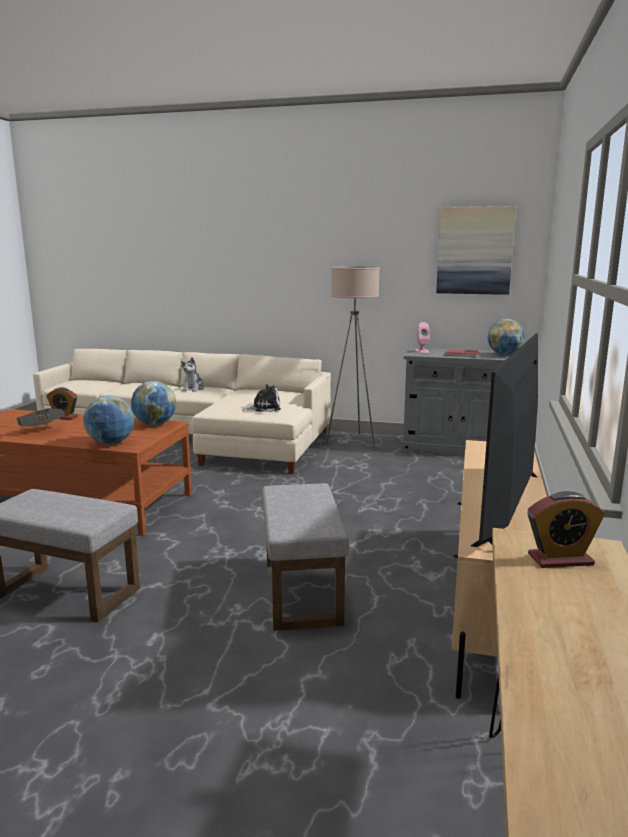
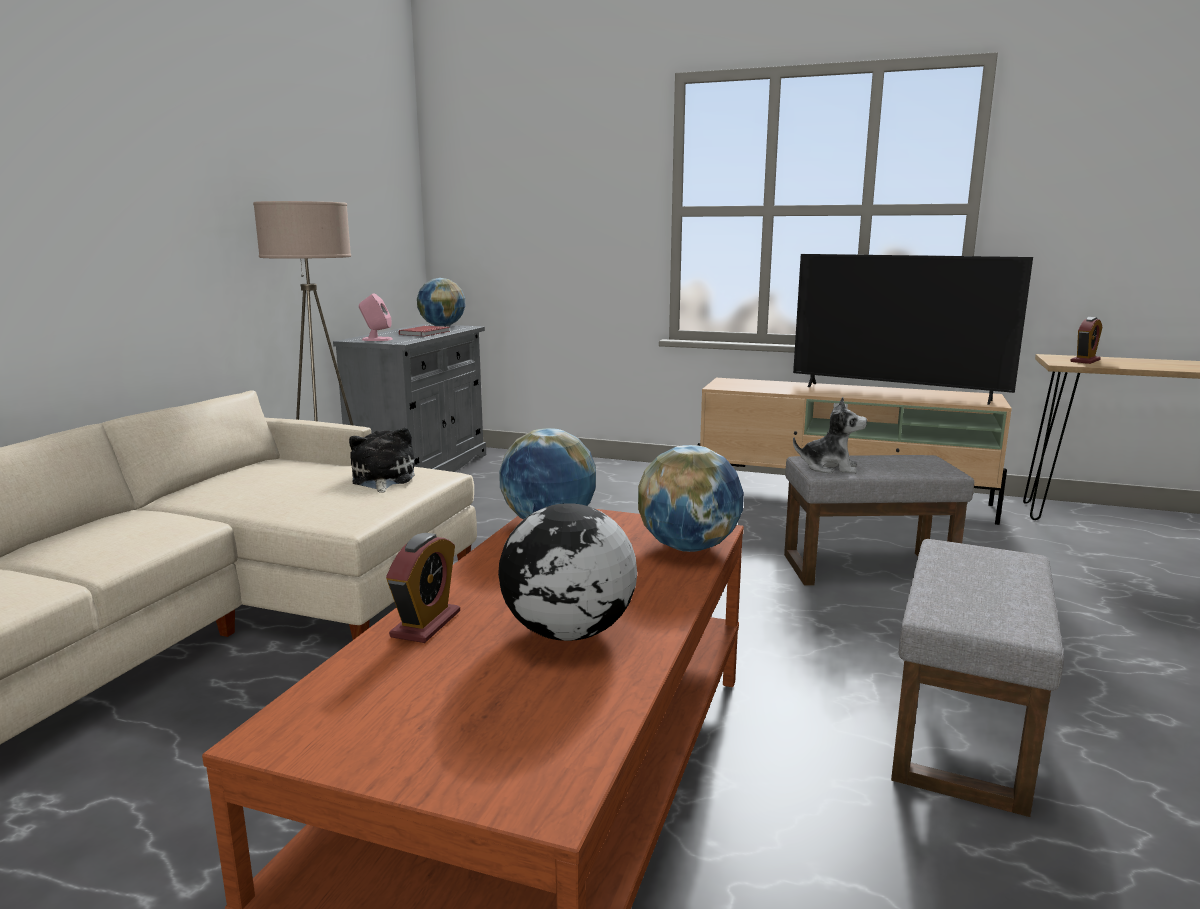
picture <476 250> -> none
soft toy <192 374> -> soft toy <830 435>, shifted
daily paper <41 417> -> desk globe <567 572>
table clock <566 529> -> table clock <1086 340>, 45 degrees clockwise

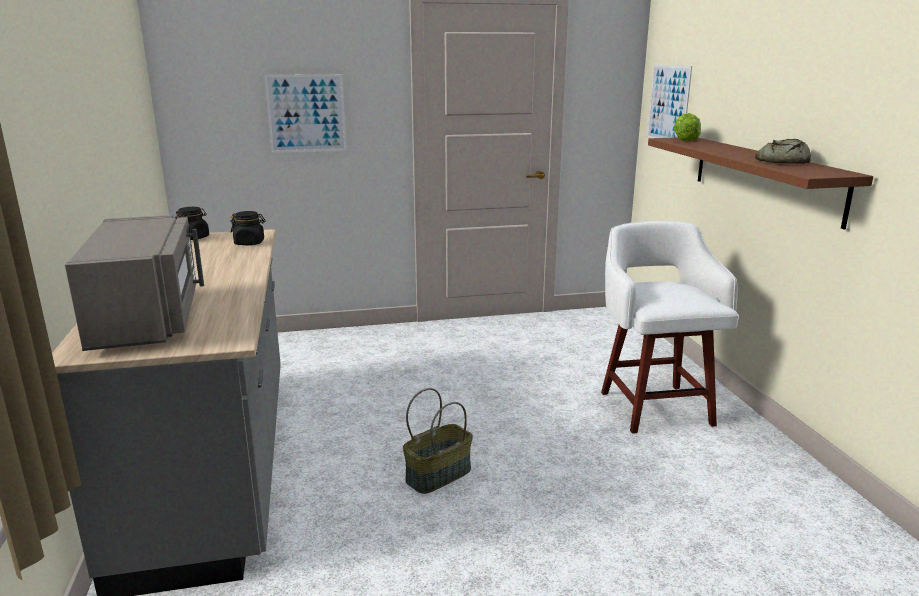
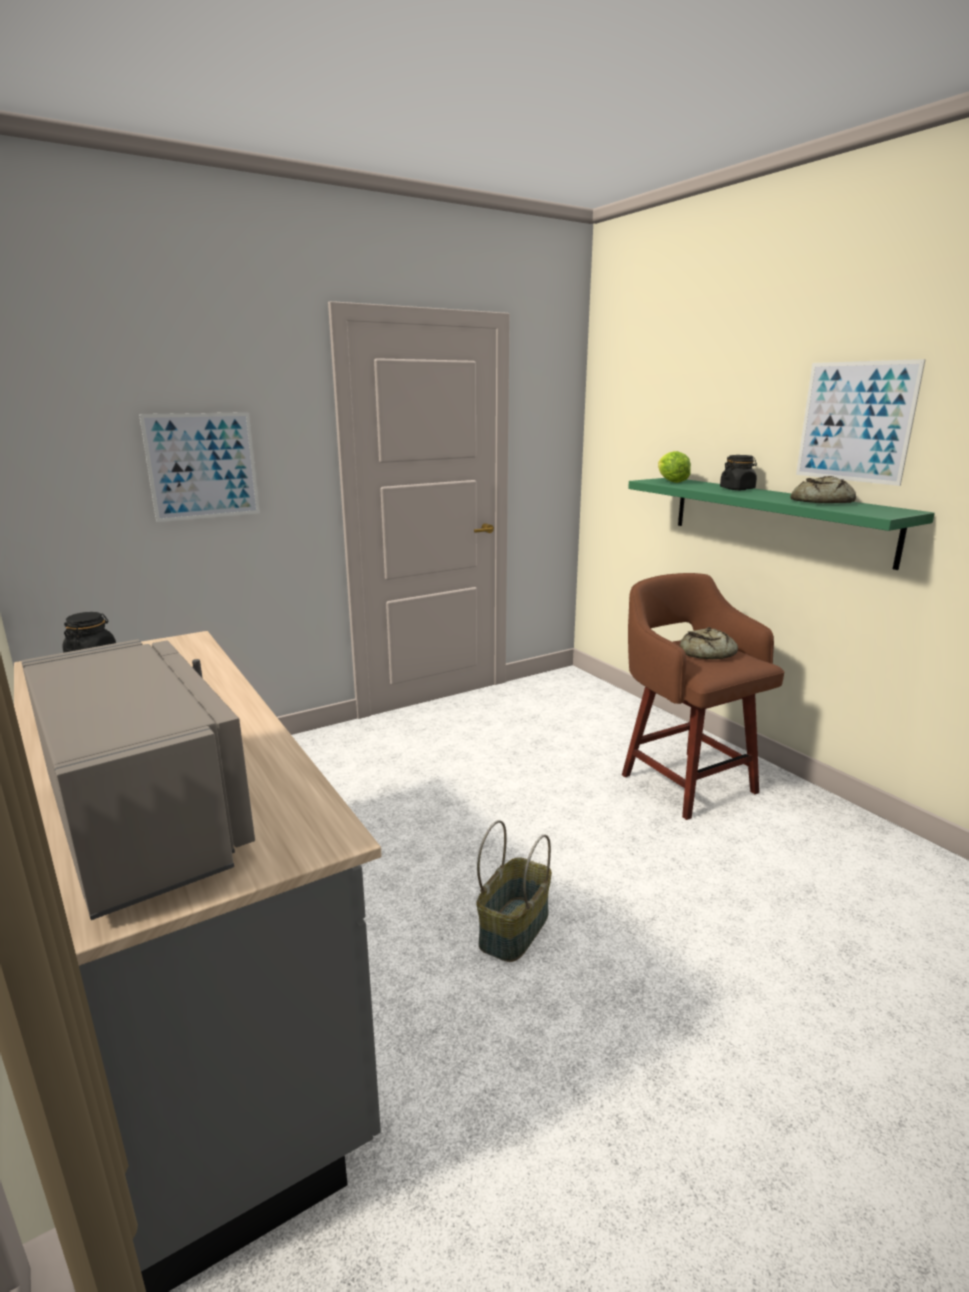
none -> bakery bread <709 643>
jar in blackish <248 228> -> jar in blackish <738 472>, shifted
picture <669 101> -> picture <861 422>, shifted
stool in white <670 327> -> stool in brown-coloured <703 696>
shelf in brown-coloured <760 183> -> shelf in green-coloured <781 524>

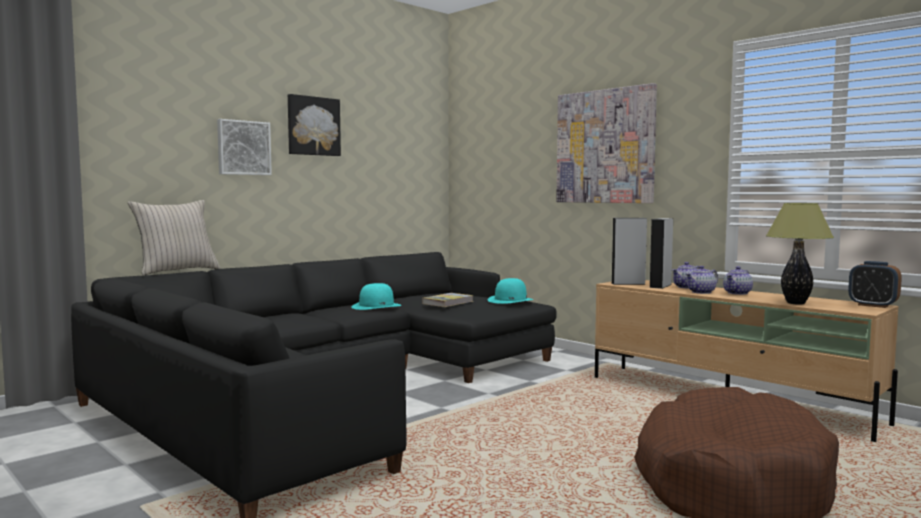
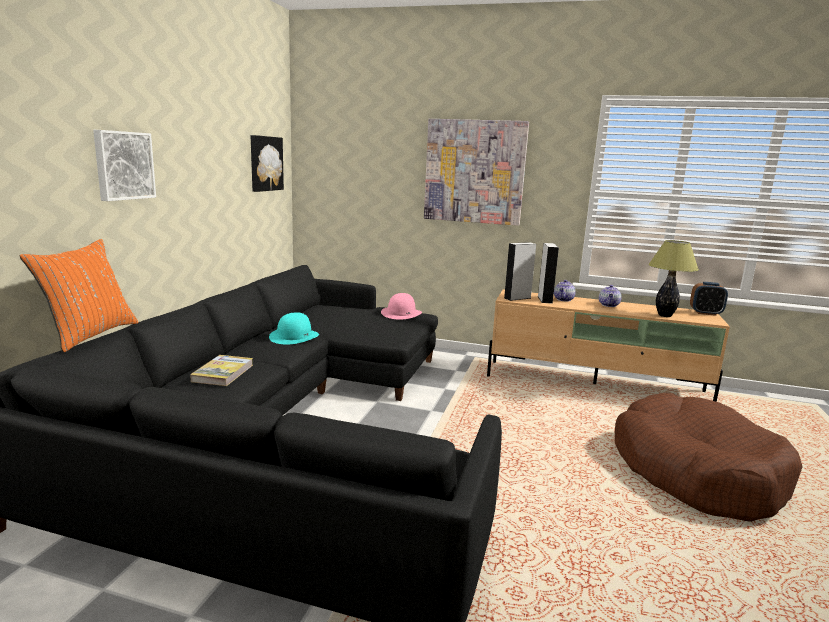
tea pot <701 280> -> none
picture <314 125> -> picture <267 163>, shifted
bound book <448 300> -> bound book <221 370>, shifted
pillow in sand-coloured <174 237> -> pillow in orangey <78 295>
clothing hat in turquoise <511 291> -> clothing hat in pink <401 306>

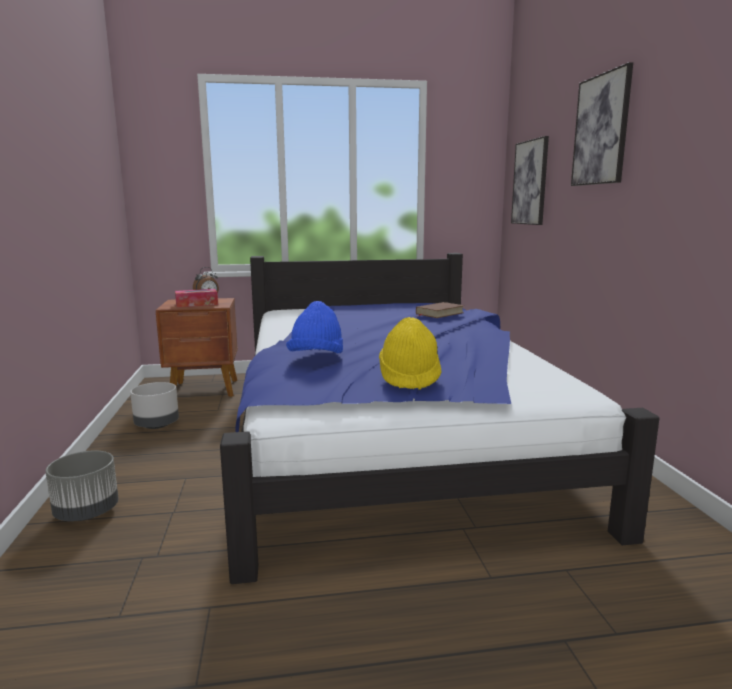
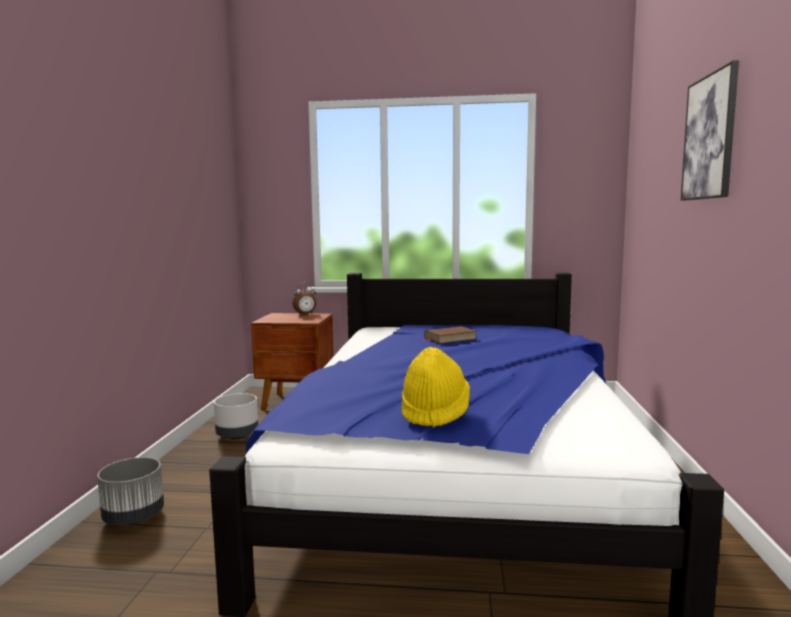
box of tissues <196 298> -> none
clothing hat in blue <314 327> -> none
picture <530 180> -> none
bound book in brown-coloured <440 310> -> bound book in brown-coloured <449 335>, shifted

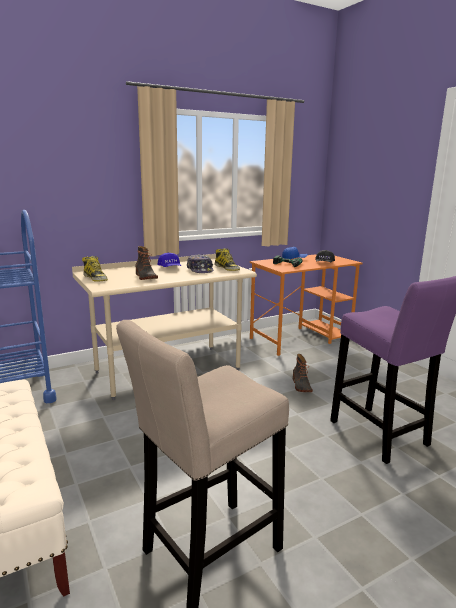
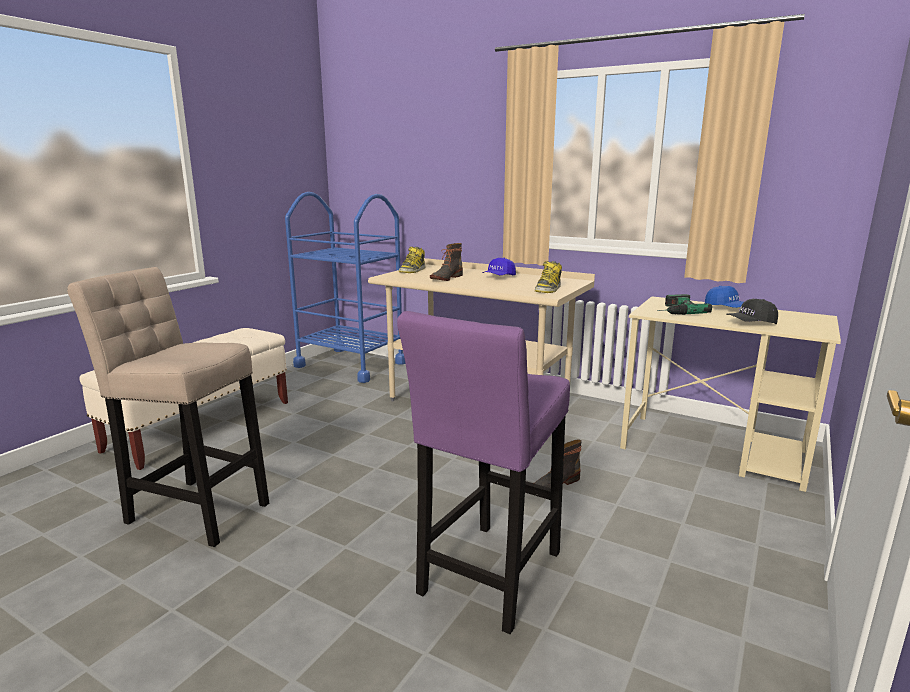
cap <200 263> -> none
desk unit in orangey <306 305> -> desk unit in sand-coloured <730 394>

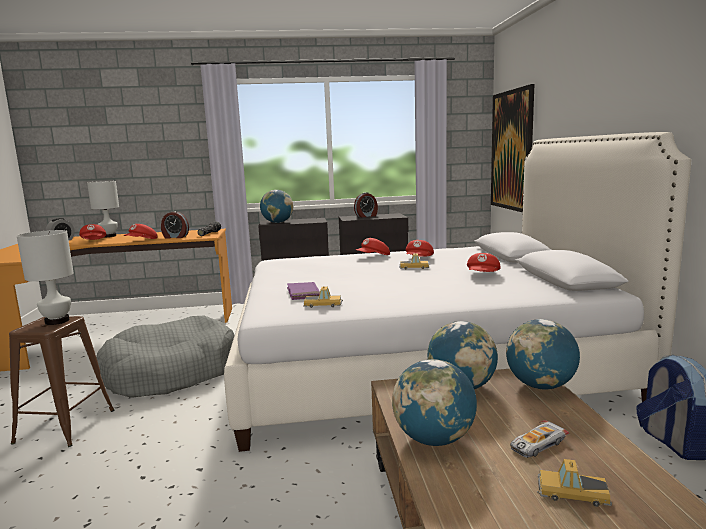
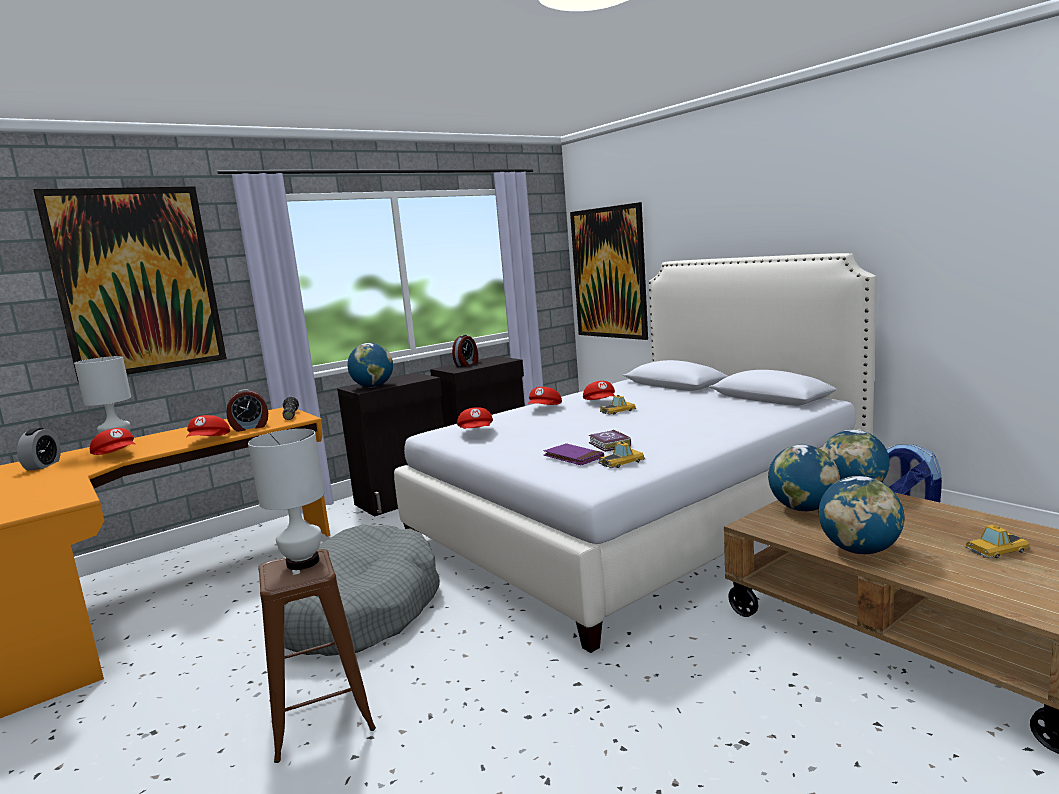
model car <539 439> -> none
none -> picture <130 284>
none -> bound book <610 440>
cap in red-coloured <484 262> -> cap in red-coloured <475 418>, shifted

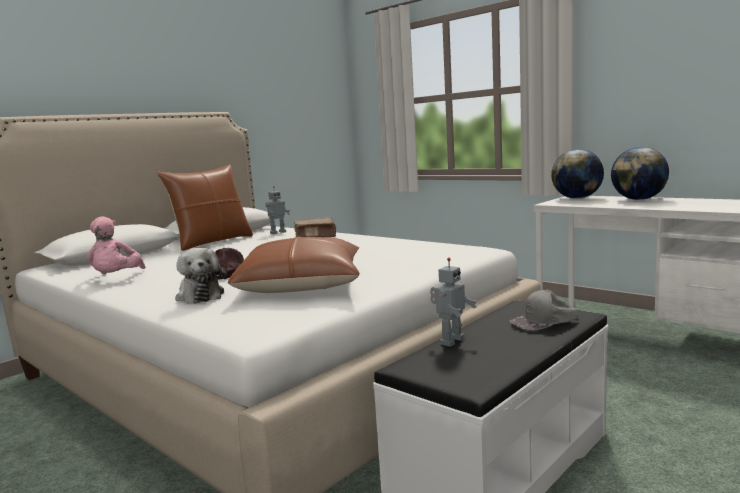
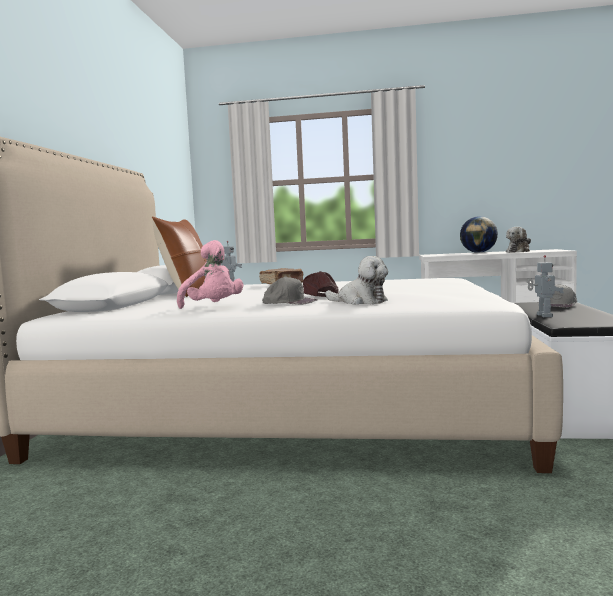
pillow in brown-coloured <294 265> -> none
desk globe <577 174> -> none
none -> cap in grey <290 291>
none -> soft toy <518 240>

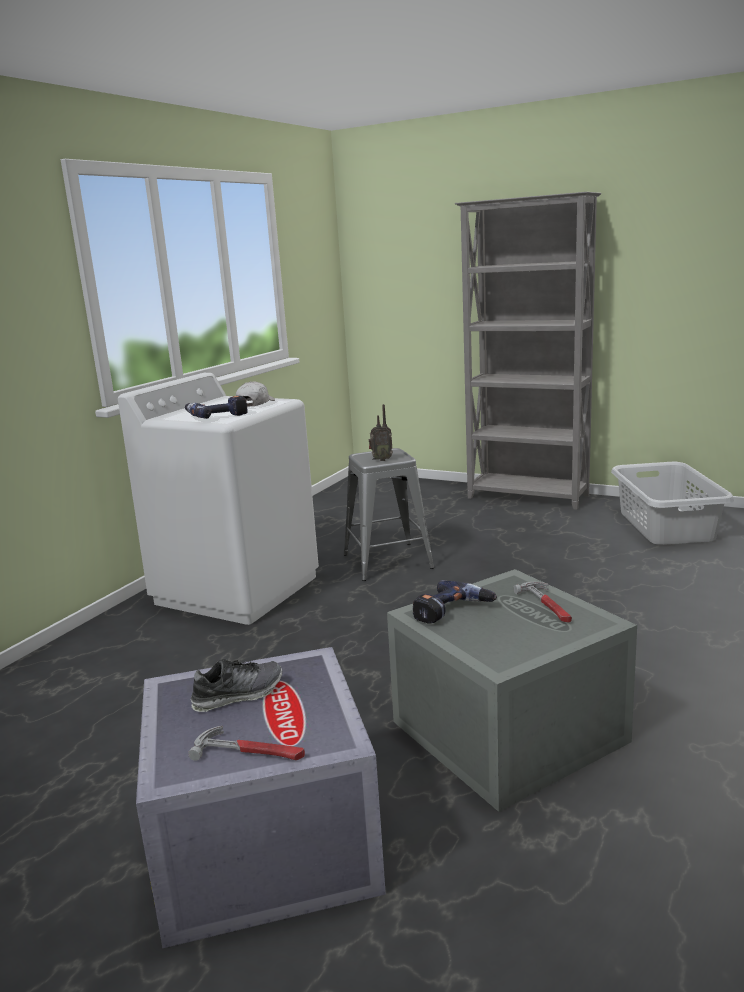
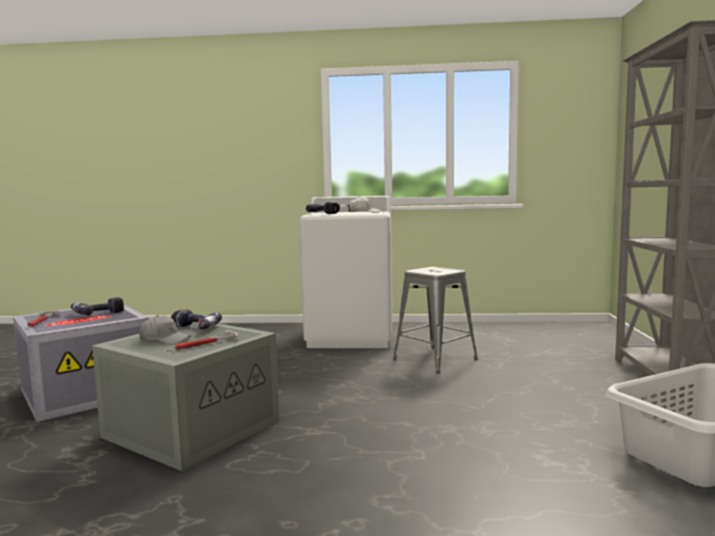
radio set <380 432> -> none
none -> cap in grey <165 329>
item of footwear <236 685> -> electric drill <97 306>

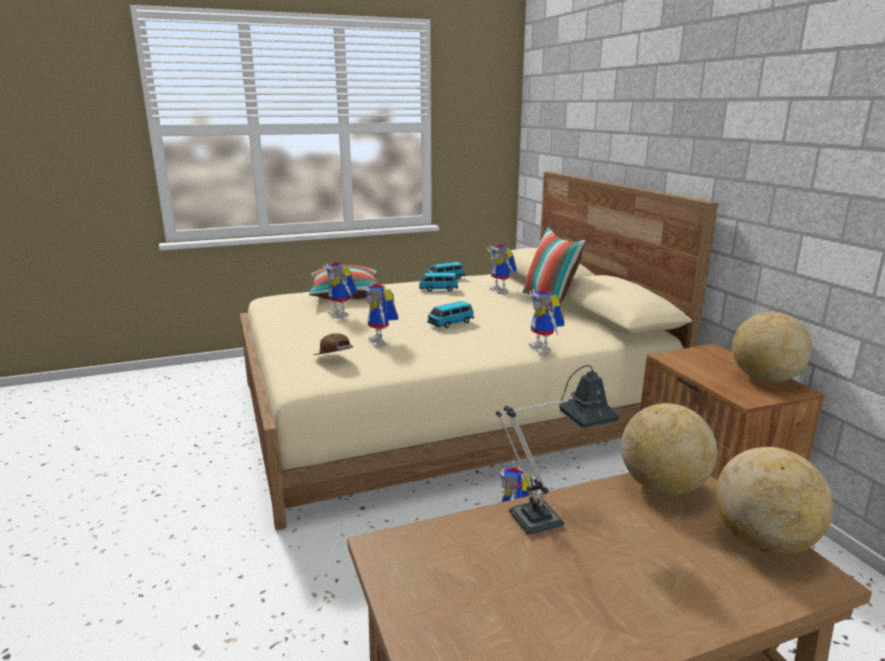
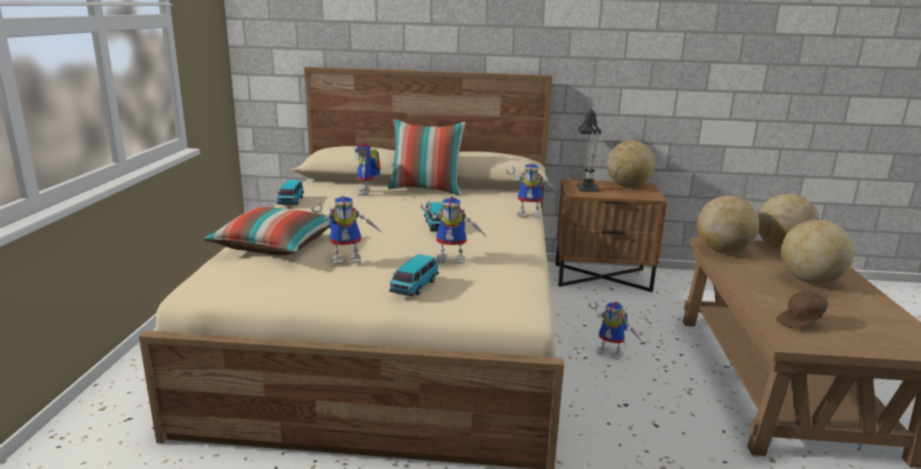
none -> desk globe <817 252>
cap in brown-coloured <333 344> -> cap in brown-coloured <802 309>, shifted
model car <438 282> -> model car <414 275>, shifted
lamp for a table <558 450> -> lamp for a table <589 149>, shifted
toy robot <502 269> -> toy robot <367 170>, 90 degrees clockwise

